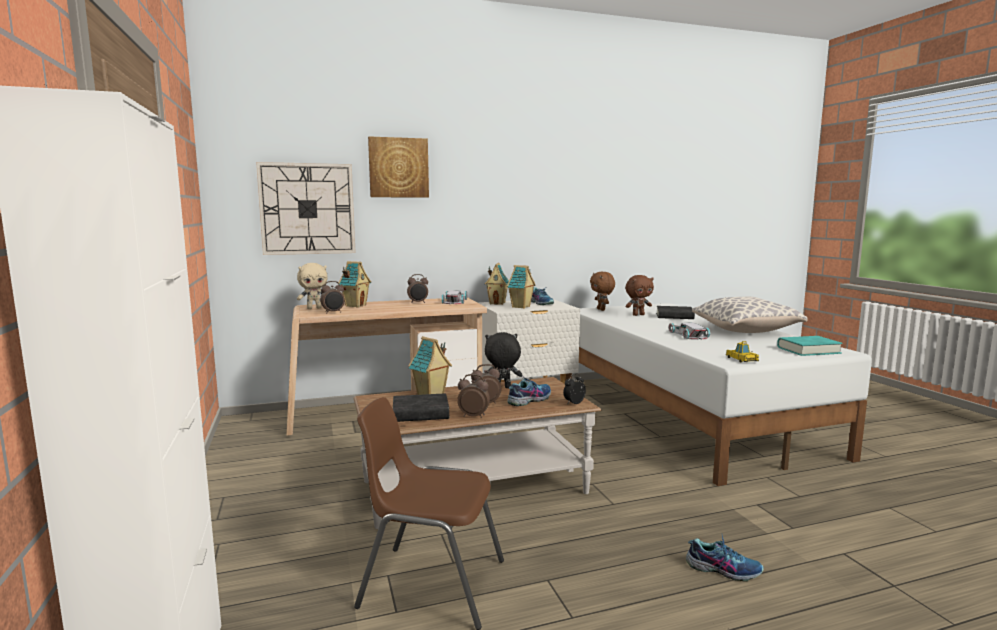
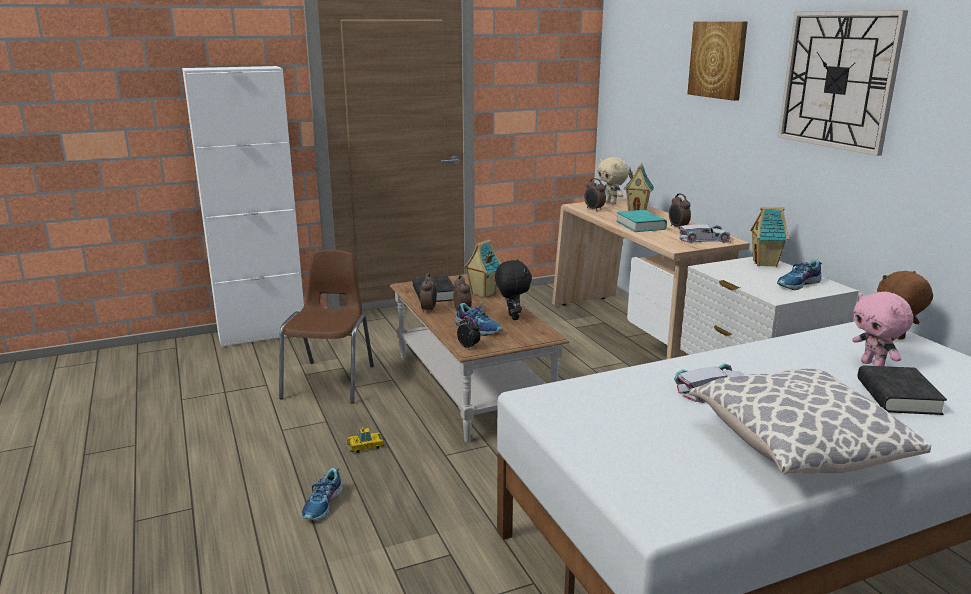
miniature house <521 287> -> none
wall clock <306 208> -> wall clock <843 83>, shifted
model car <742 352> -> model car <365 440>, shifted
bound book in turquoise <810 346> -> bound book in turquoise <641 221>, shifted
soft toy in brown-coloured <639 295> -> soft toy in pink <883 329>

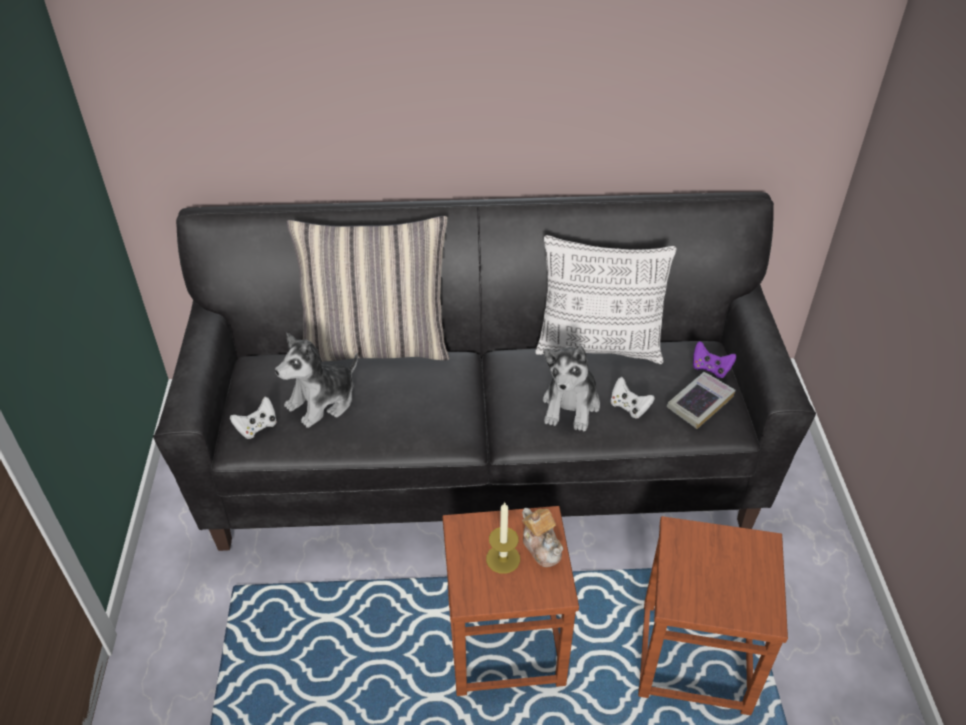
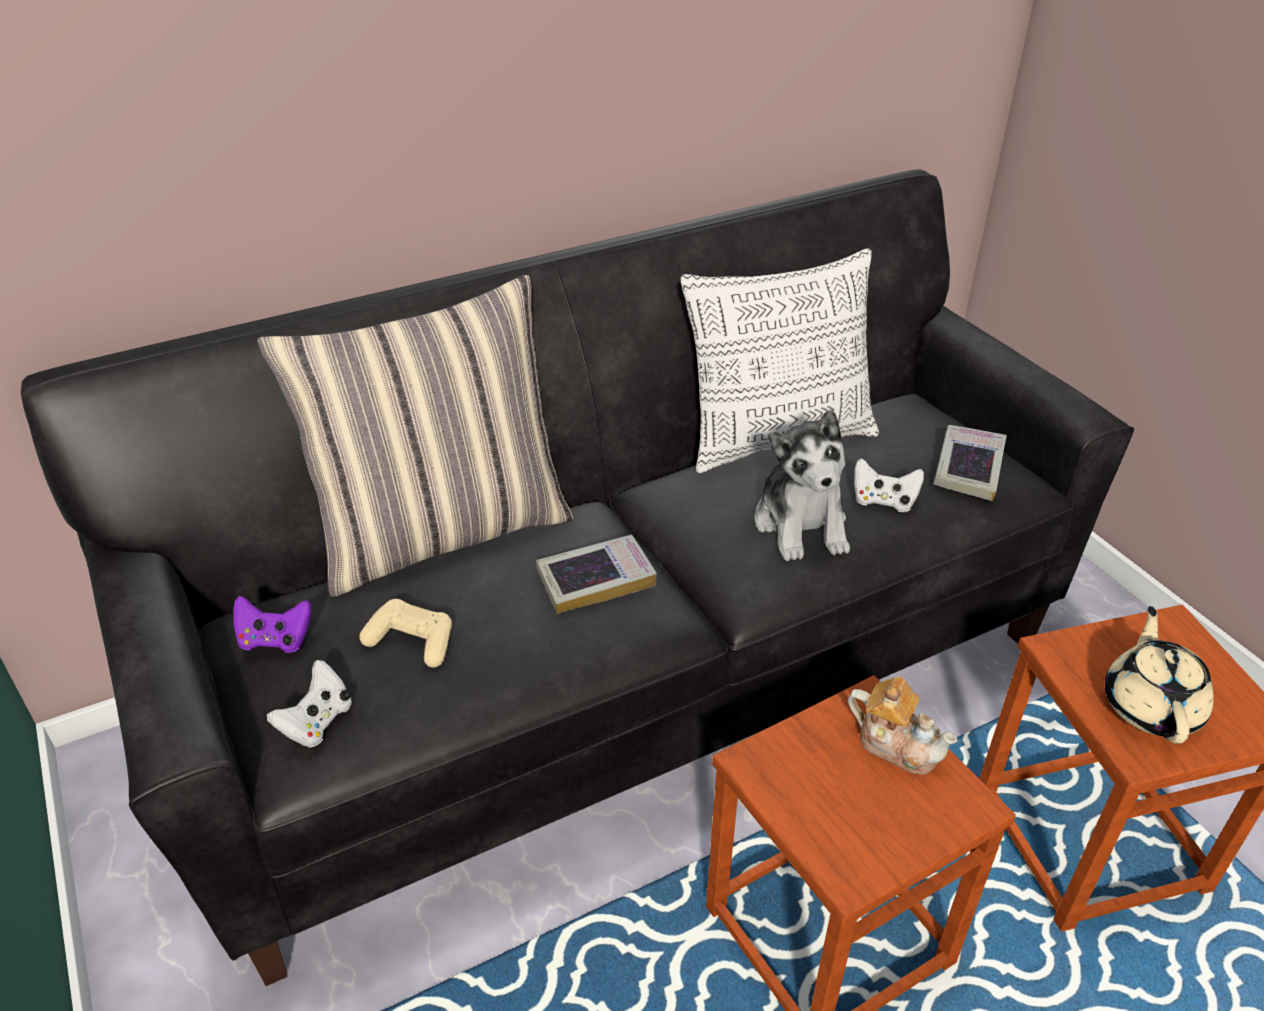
wax light <503 538> -> none
none -> bound book <596 574>
none -> tea pot in sand-coloured <1159 675>
joypad in purplish <714 359> -> joypad in purplish <272 624>, shifted
soft toy <316 380> -> joypad in sand-coloured <406 633>

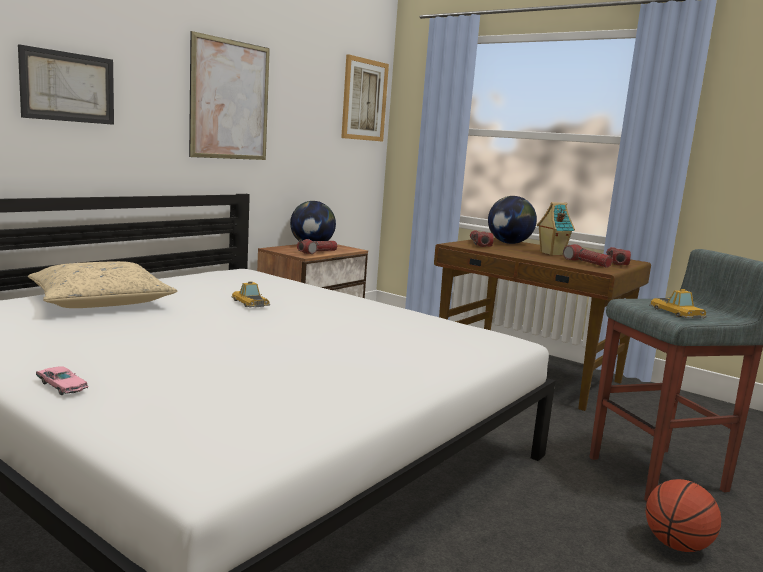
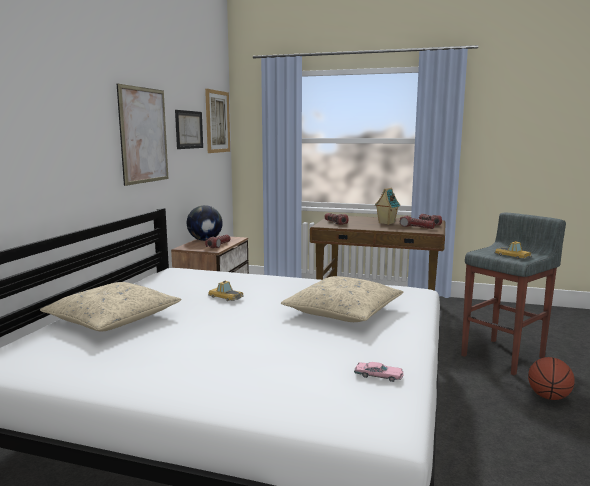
desk globe <512 220> -> none
none -> pillow in sand-coloured <342 299>
picture <66 84> -> picture <189 129>, shifted
model car in pink <62 380> -> model car in pink <379 372>, shifted

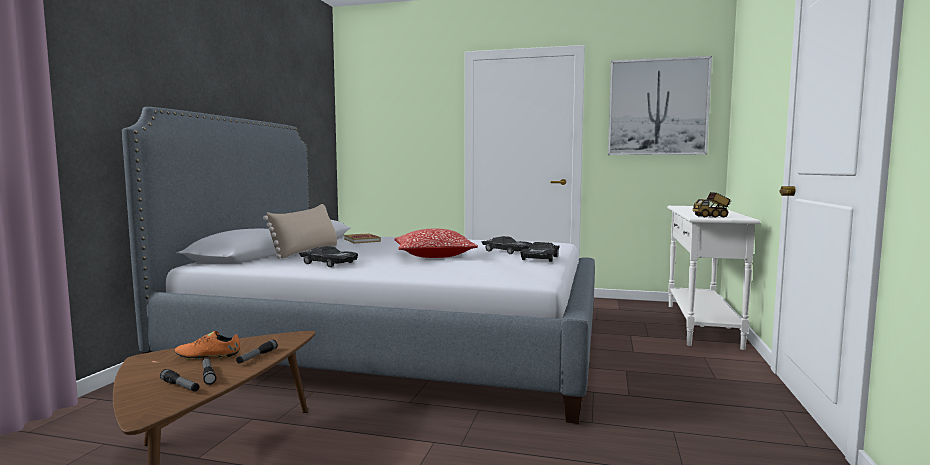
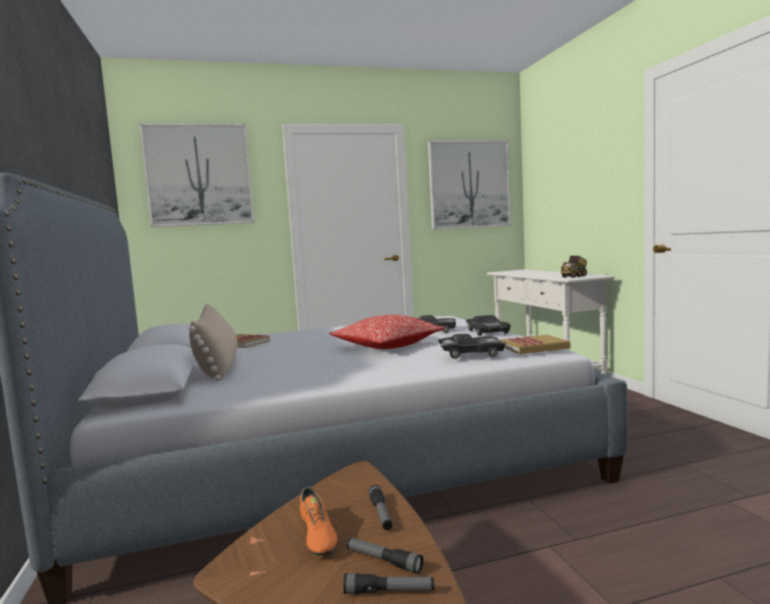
none -> picture <196 175>
none -> bound book <536 344>
model car in blackish <328 256> -> model car in blackish <471 346>, shifted
item of footwear in orangey <207 345> -> item of footwear in orangey <318 521>, 75 degrees counterclockwise

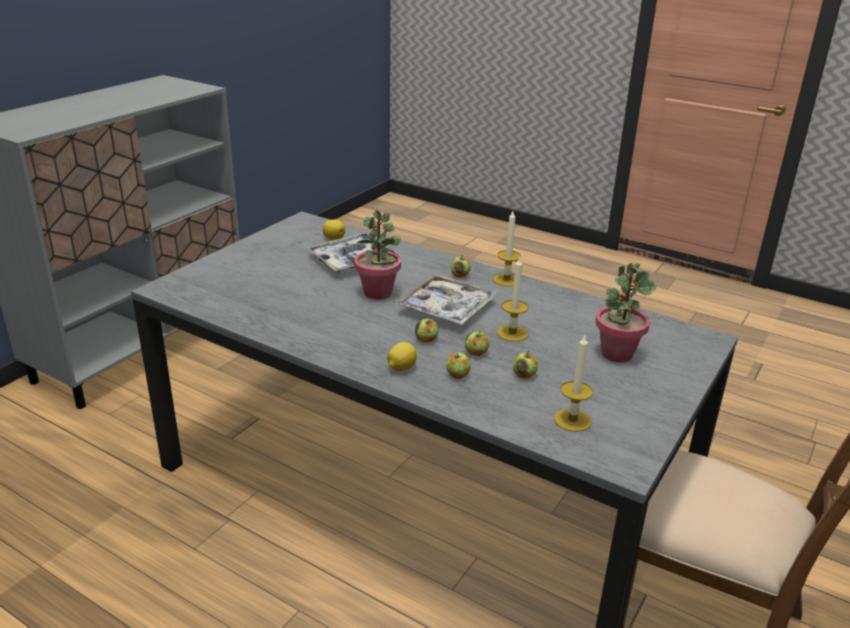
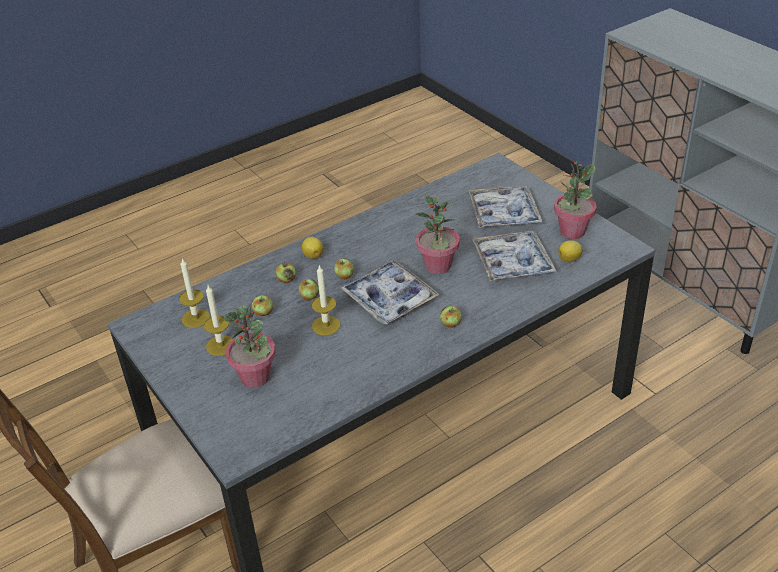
none -> carrying tray <505 207>
none -> plant in a pot <575 200>
wax light <507 249> -> wax light <218 320>, shifted

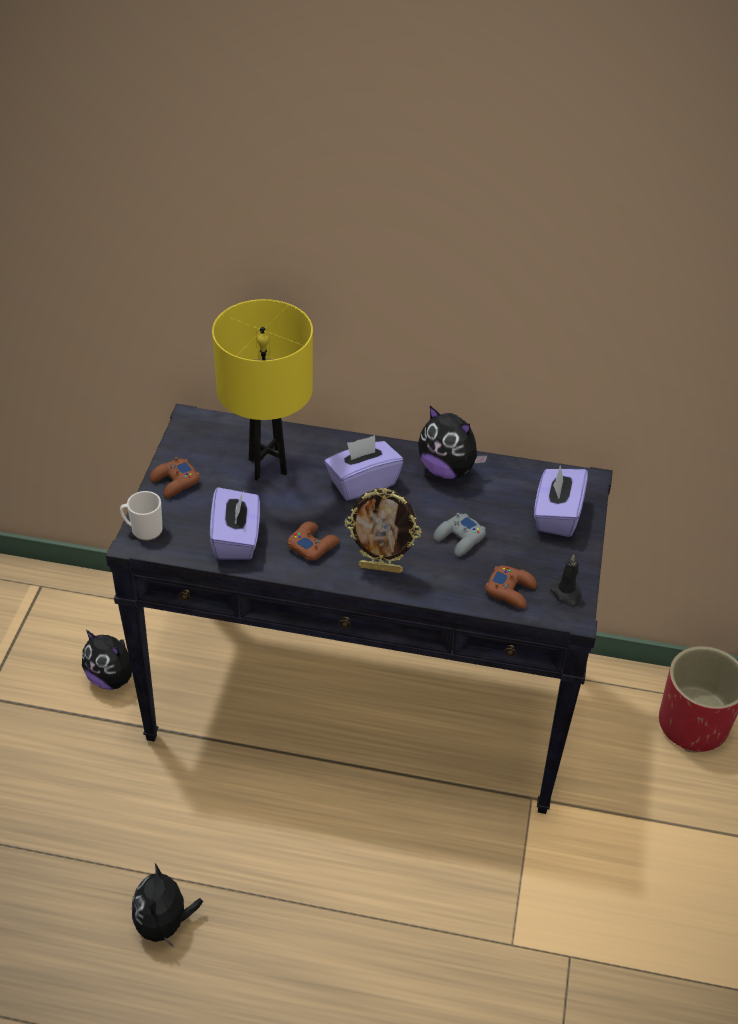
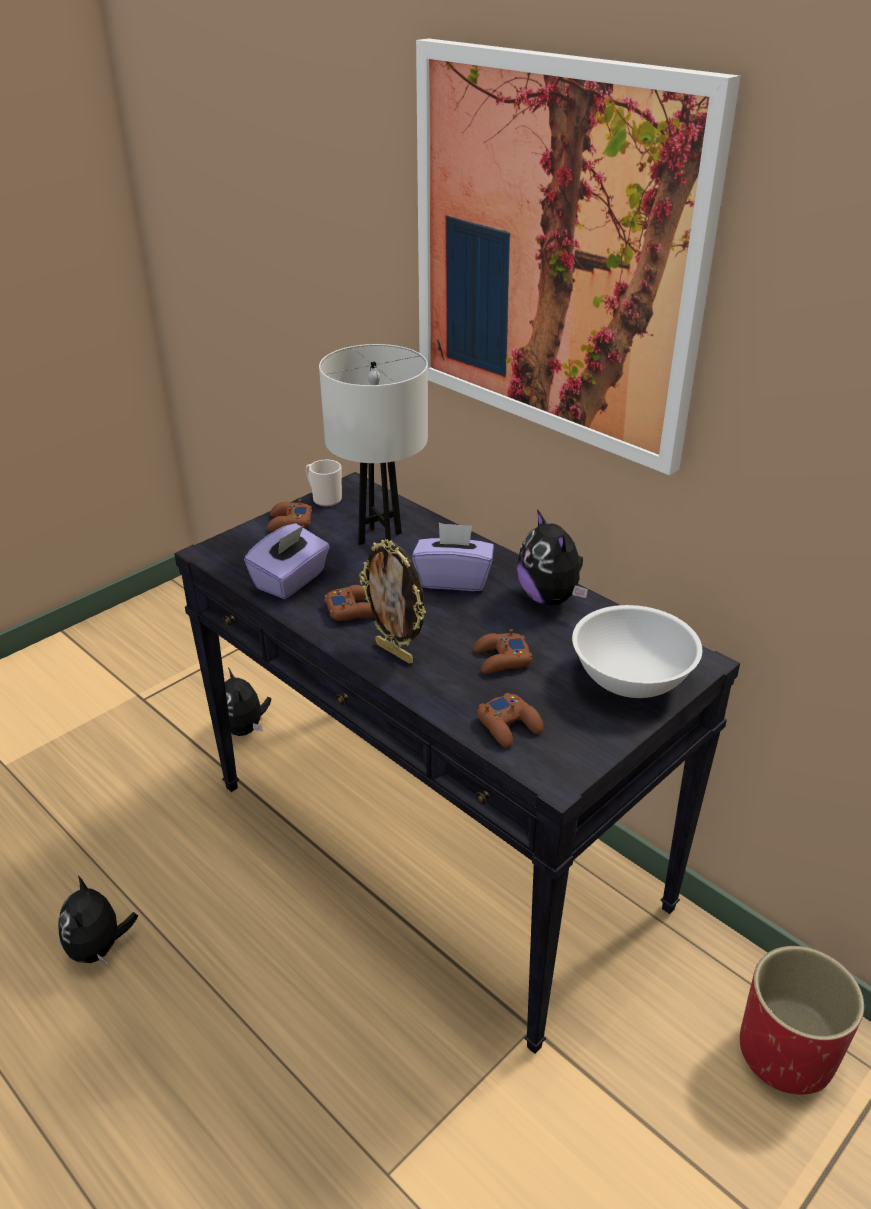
wax light in blackish <566 580> -> none
none -> picture <578 256>
coffee mug <141 515> -> coffee mug <324 482>, shifted
box of tissues in purplish <561 501> -> deep dish in white <637 651>
lamp for a table in yellowish <262 389> -> lamp for a table in white <373 444>
joypad in grey <460 535> -> joypad in brown-coloured <503 651>
soft toy <167 905> -> soft toy <98 920>, 45 degrees counterclockwise

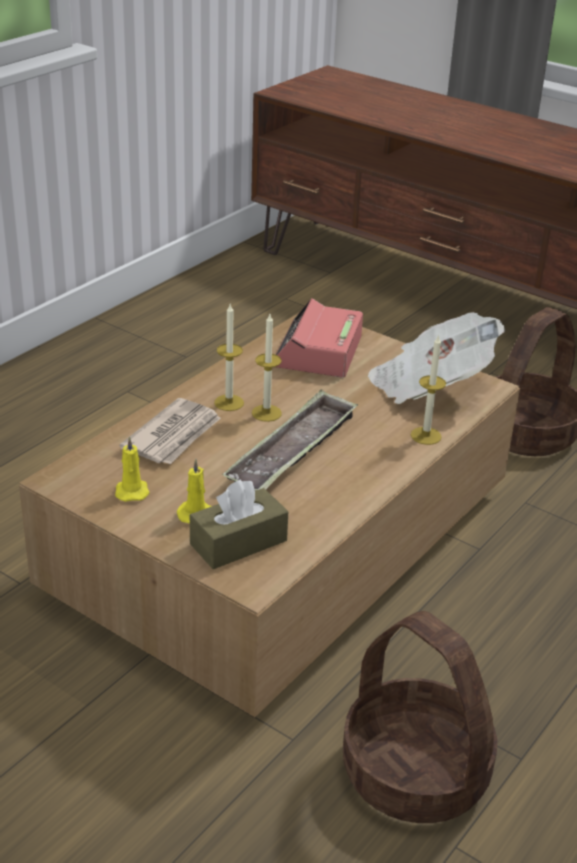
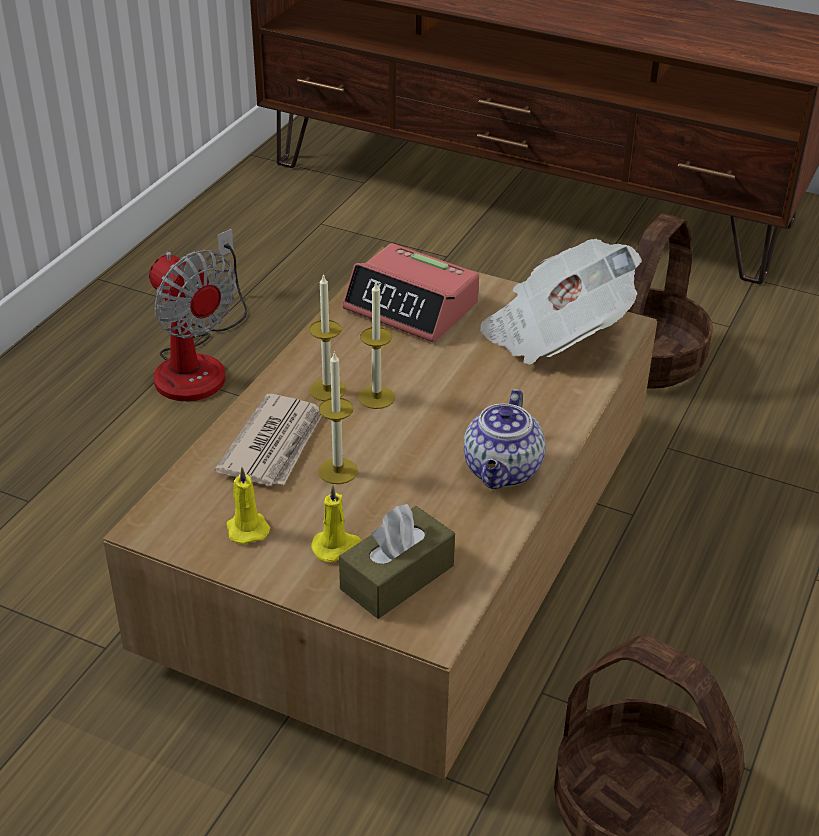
carrying tray <290 440> -> none
none -> cooling fan <198 315>
none -> tea pot <505 439>
wax light <428 389> -> wax light <338 417>, shifted
table clock <319 338> -> table clock <410 292>, 60 degrees counterclockwise

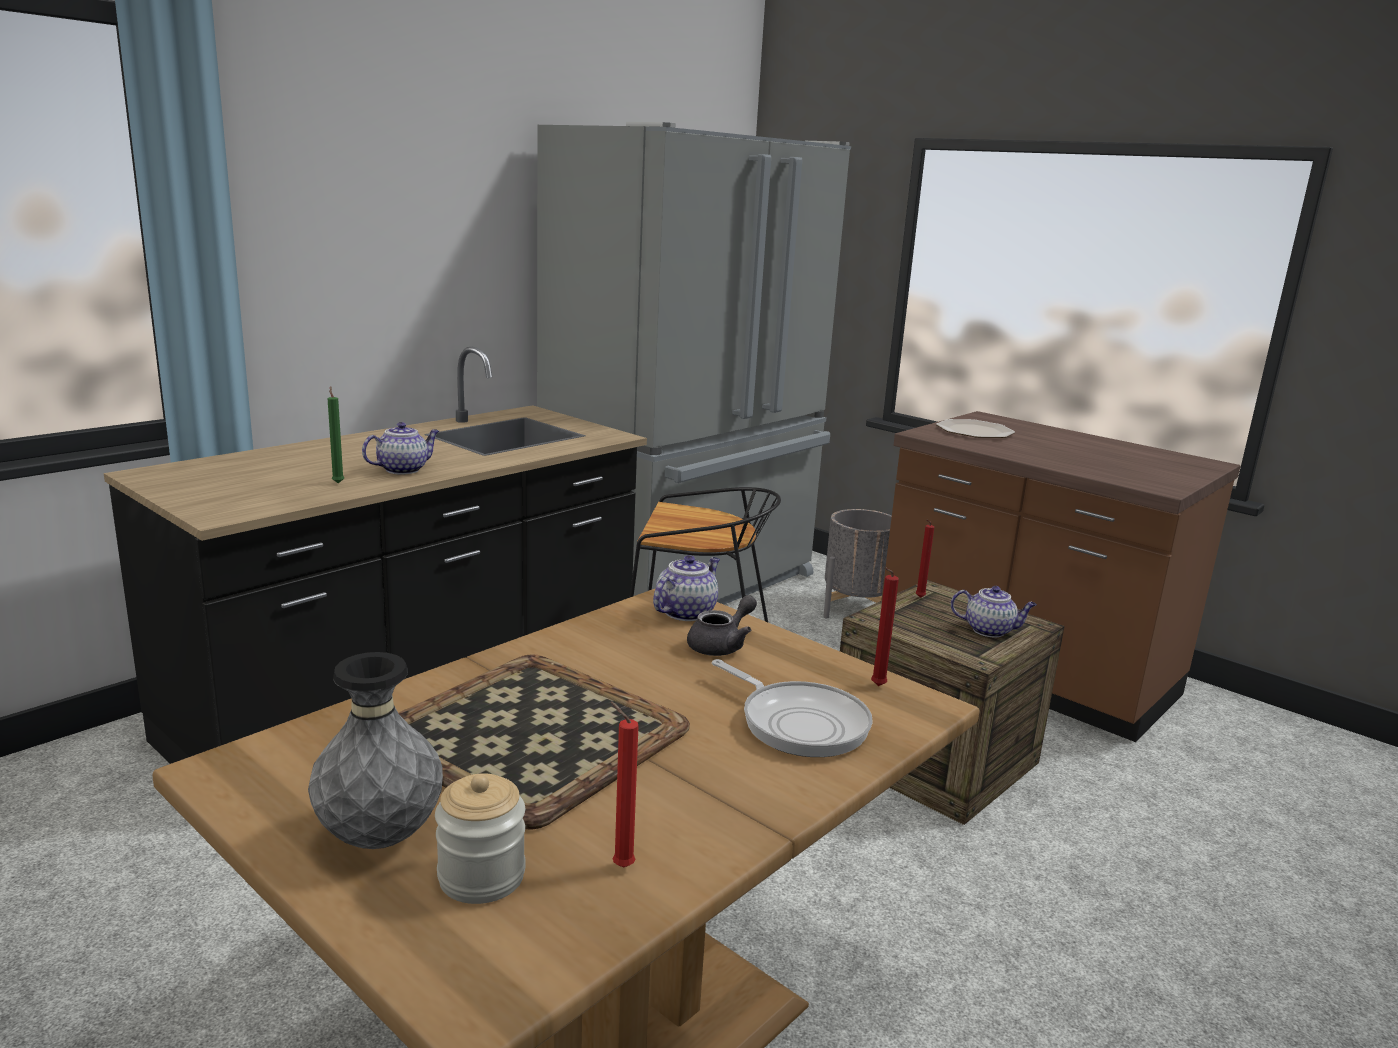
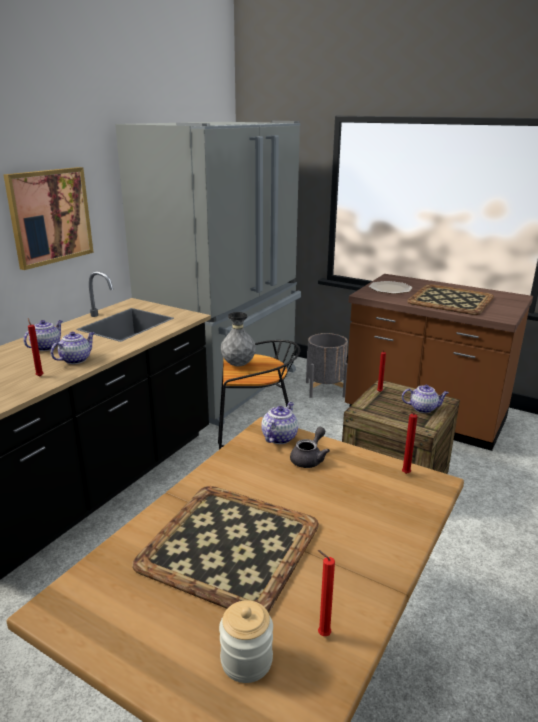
skillet <792 708> -> none
none -> picture <48 218>
none -> tea pot <43 335>
none -> carrying tray <450 299>
vase in grey <375 750> -> vase in grey <238 339>, shifted
wax light in green-coloured <336 434> -> wax light in red-coloured <35 347>

